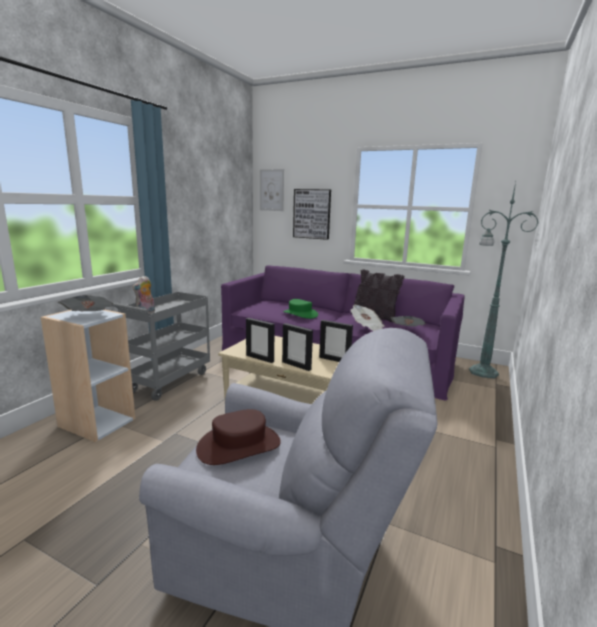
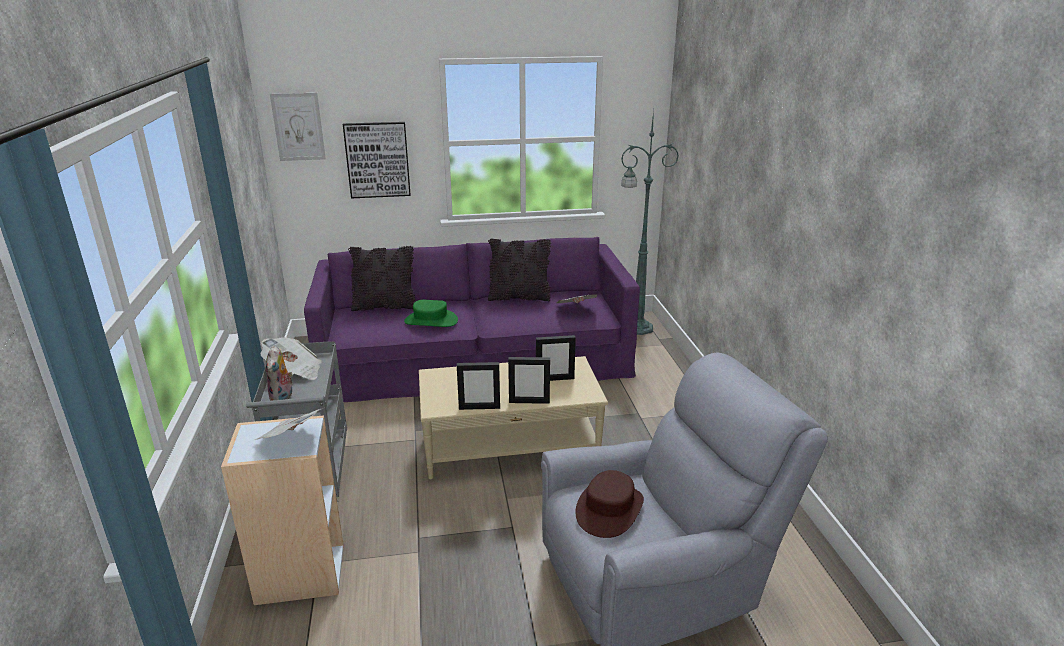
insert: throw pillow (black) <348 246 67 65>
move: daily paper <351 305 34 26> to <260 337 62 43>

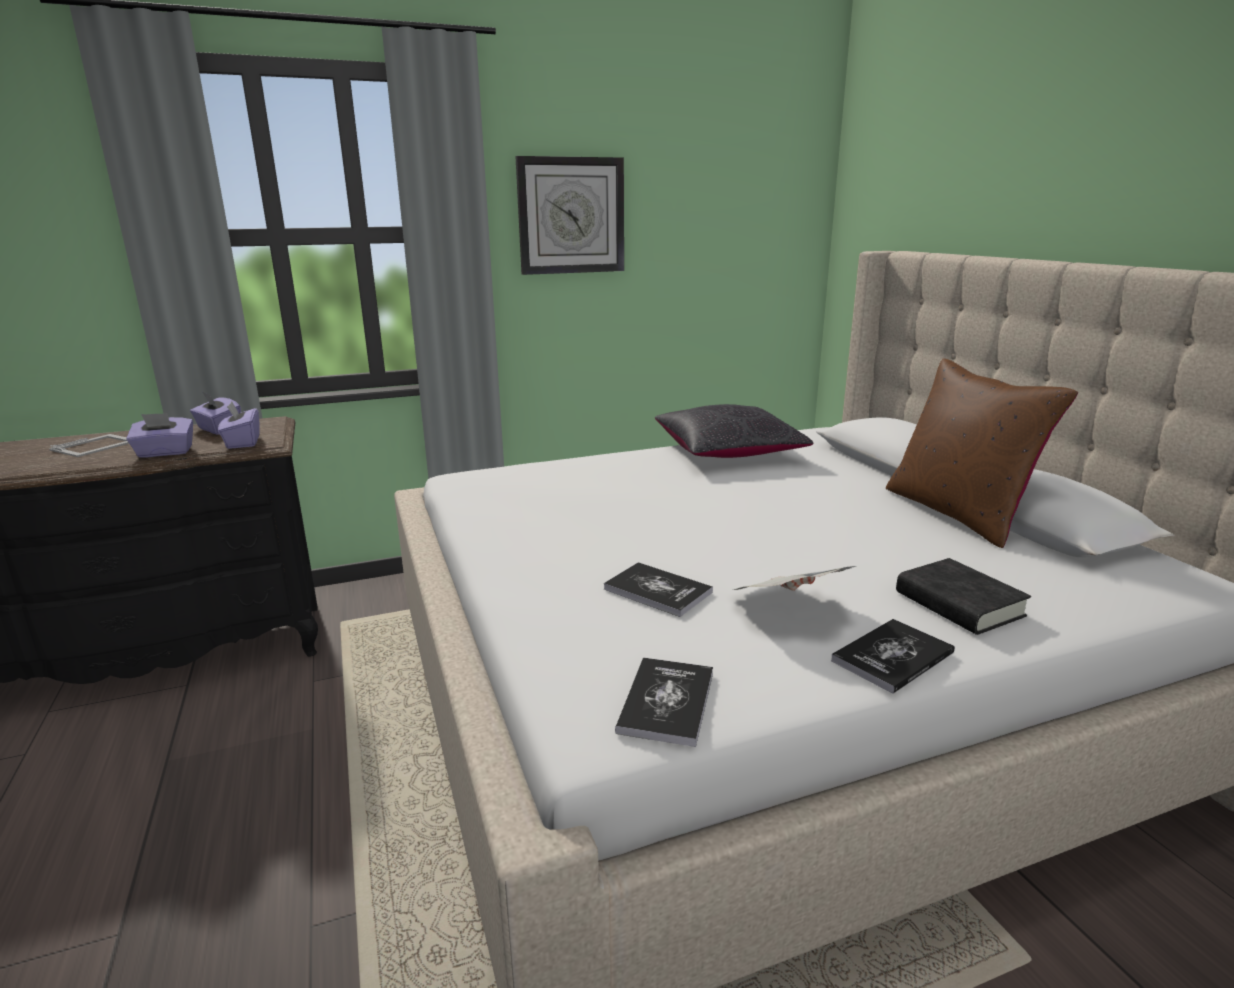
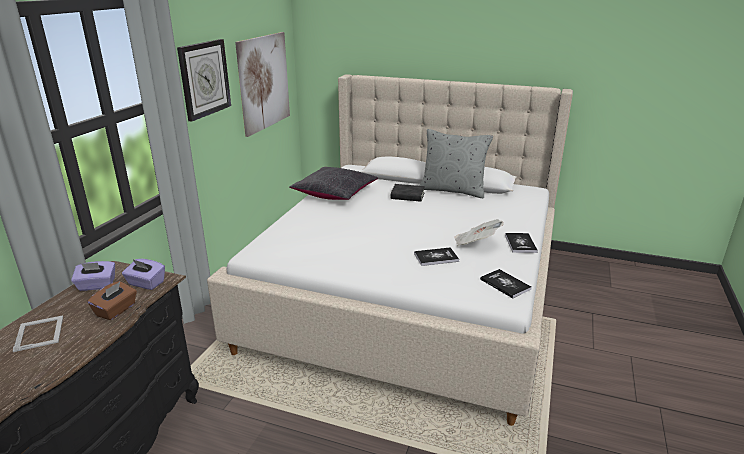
insert: picture <235 32 55 105>
move: volume (black) <896 558 135 77> to <391 184 34 18>
recolor: tissue holder (purple-coloured) <126 413 67 45> to tissue holder (brownish) <88 281 49 39>; throw pillow (brownish) <886 359 192 189> to throw pillow (gray) <420 129 73 69>

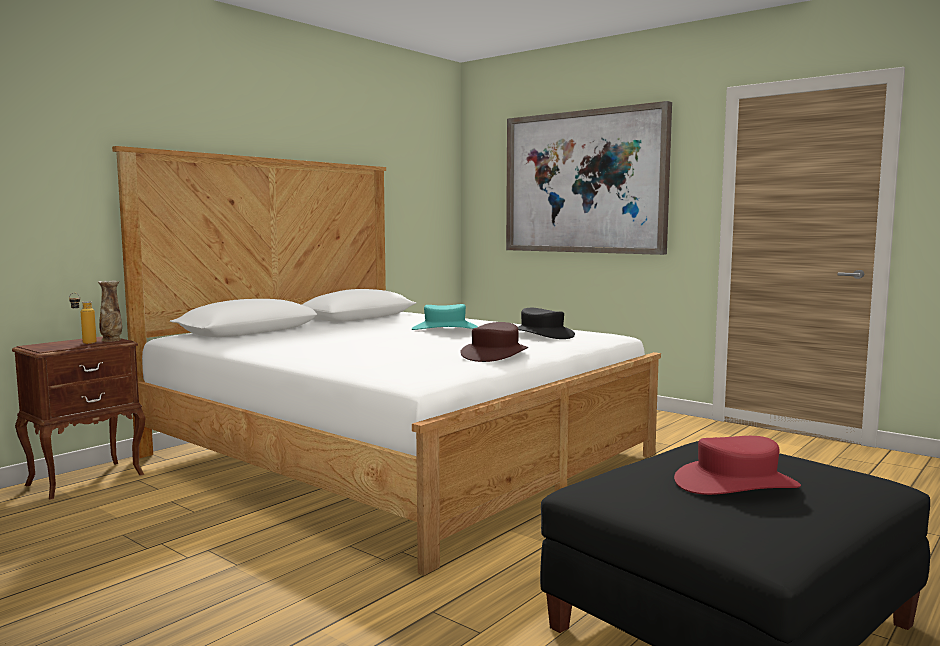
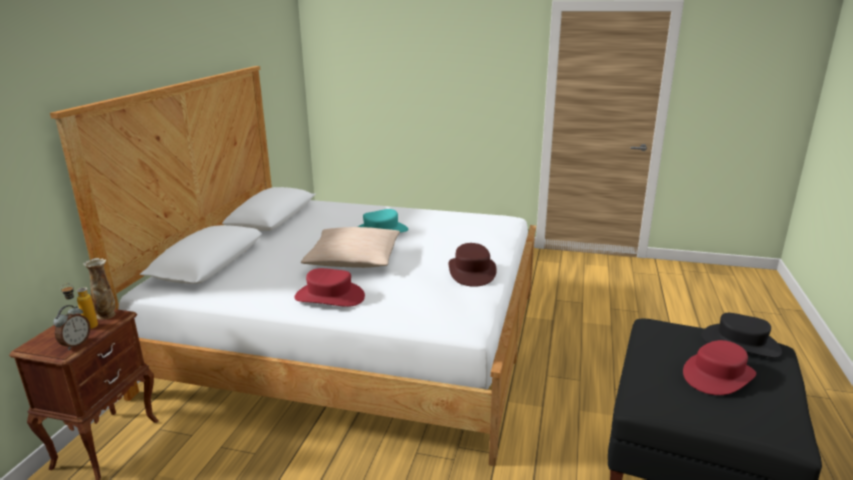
delete: picture <506 101 166 154>
insert: table clock <53 305 38 45>; hat (red-coloured) <294 268 71 39>; throw pillow (beige-coloured) <301 227 99 41>
move: hat (black) <518 308 57 31> to <702 313 80 45>

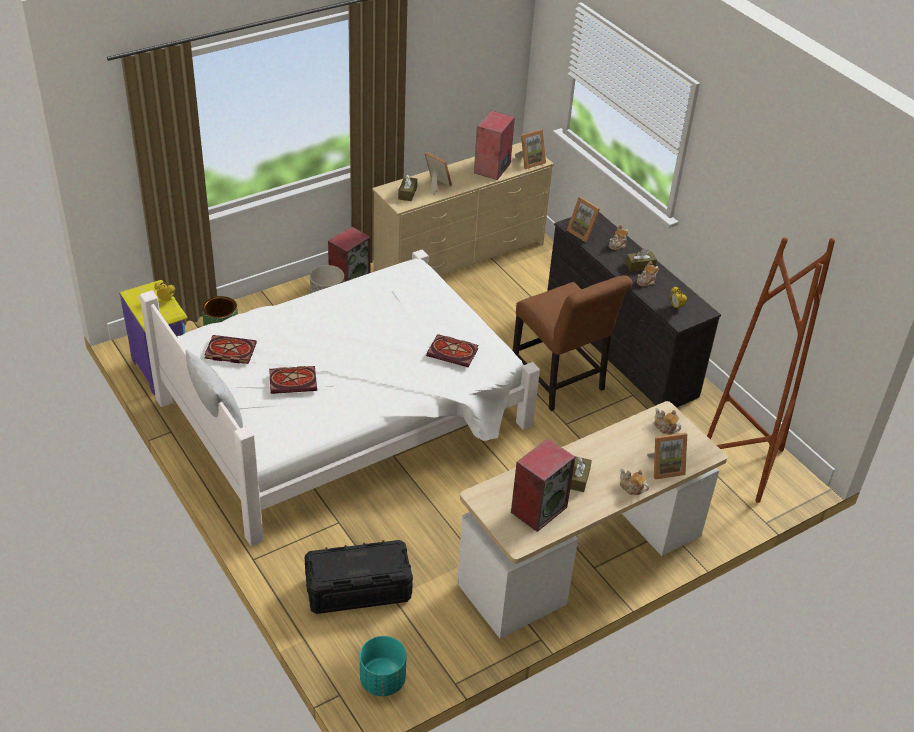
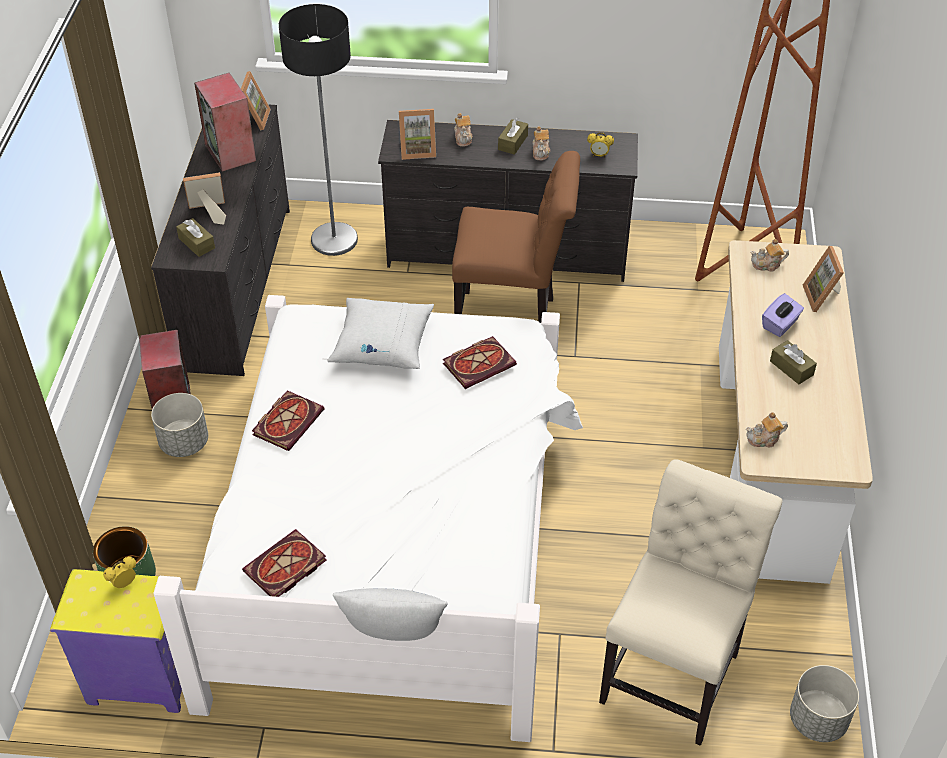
delete: audio speaker <511 438 64 94>
insert: floor lamp <279 4 79 252>; throw pillow (gray) <327 298 107 71>; tissue holder (purple-coloured) <762 293 42 44>
move: volume <269 366 48 28> to <252 390 72 61>; pot for tea <620 469 29 26> to <746 412 42 35>
replace: storage bin (black) <304 540 109 74> to chair (beige-coloured) <599 459 184 287>
recolor: plant pot (blue-green) <360 636 47 60> to plant pot (gray) <790 665 69 77>; drawer chest (beige-coloured) <372 142 182 134> to drawer chest (black) <151 105 139 271>
rotate: picture frame <647 433 40 46> = <803 246 41 66> 150 degrees clockwise

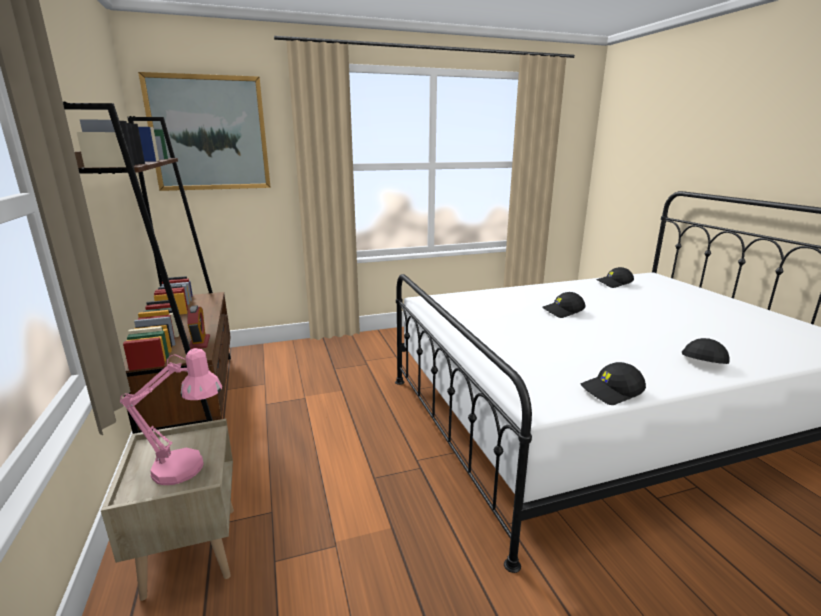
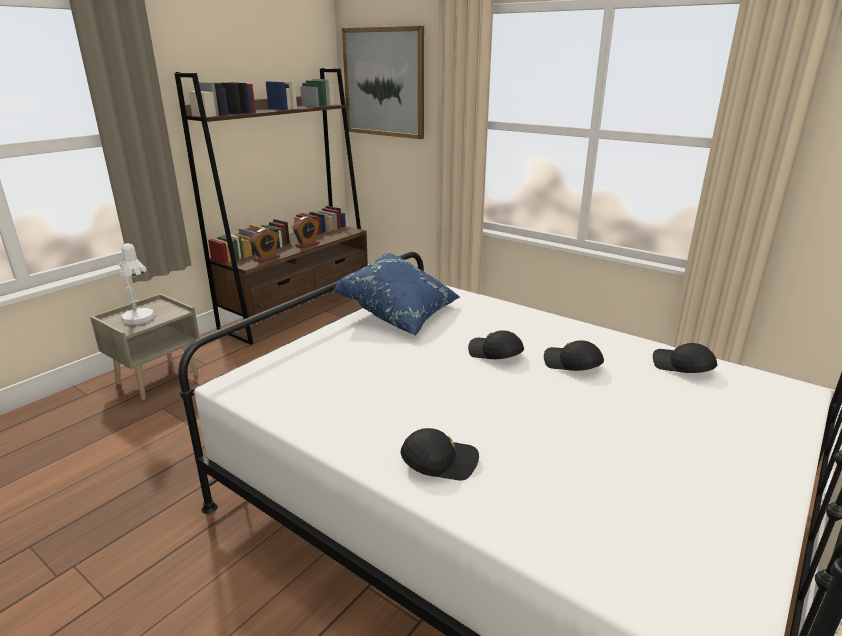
insert: table clock <292 216 28 32>; throw pillow (blue-coloured) <333 253 127 83>
move: cap (black) <580 362 66 43> to <544 340 60 31>
recolor: table lamp (pinkish) <120 348 102 137> to table lamp (white-coloured) <118 243 37 82>

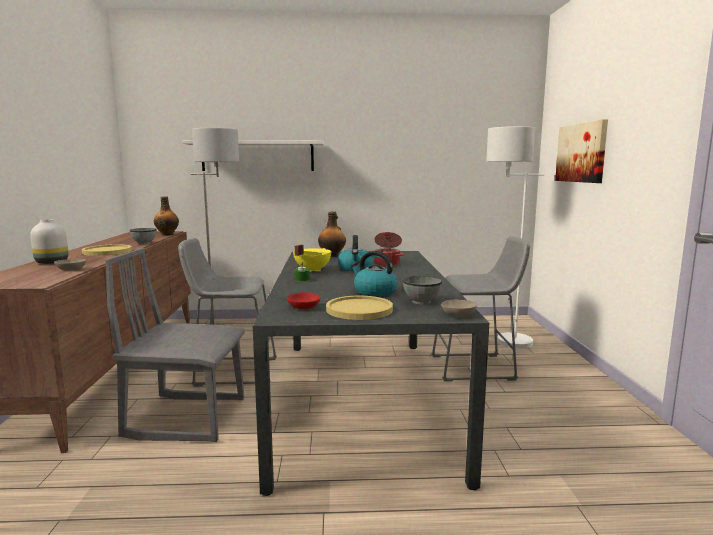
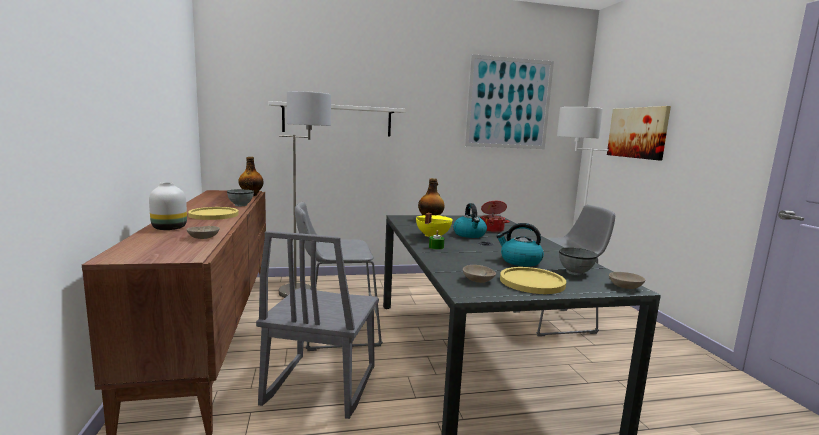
insert: picture <465 54 89 95>
recolor: bowl (red-coloured) <287 292 34 17> to bowl (beige-coloured) <463 265 33 18>
rotate: chair (gray) <105 248 140 194> = <256 231 123 188> 75 degrees counterclockwise

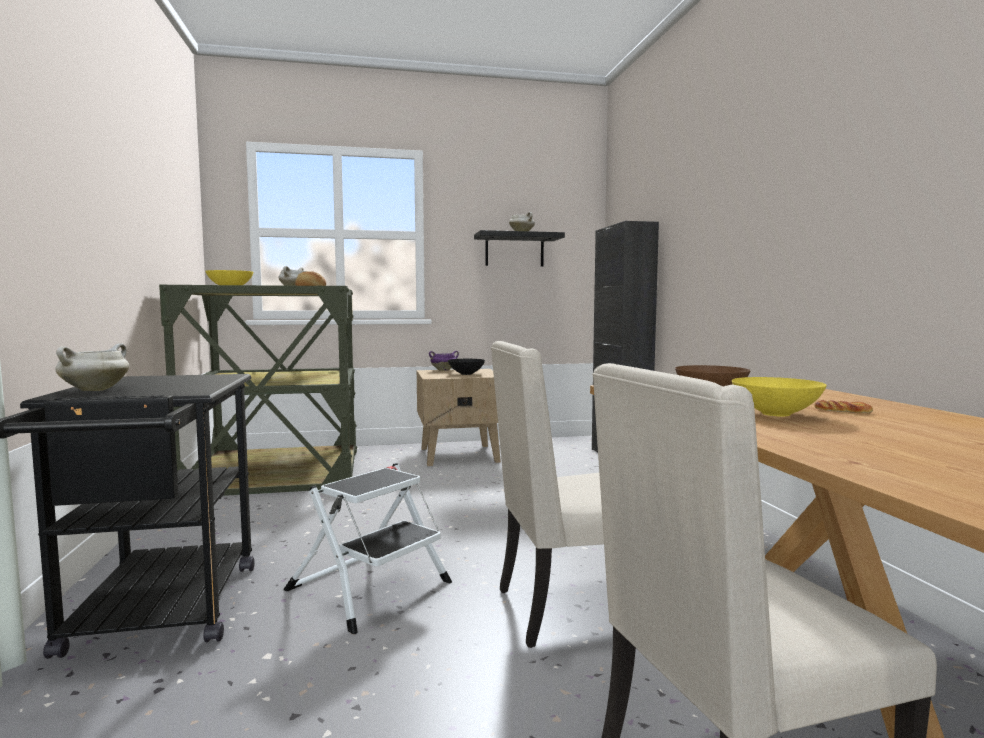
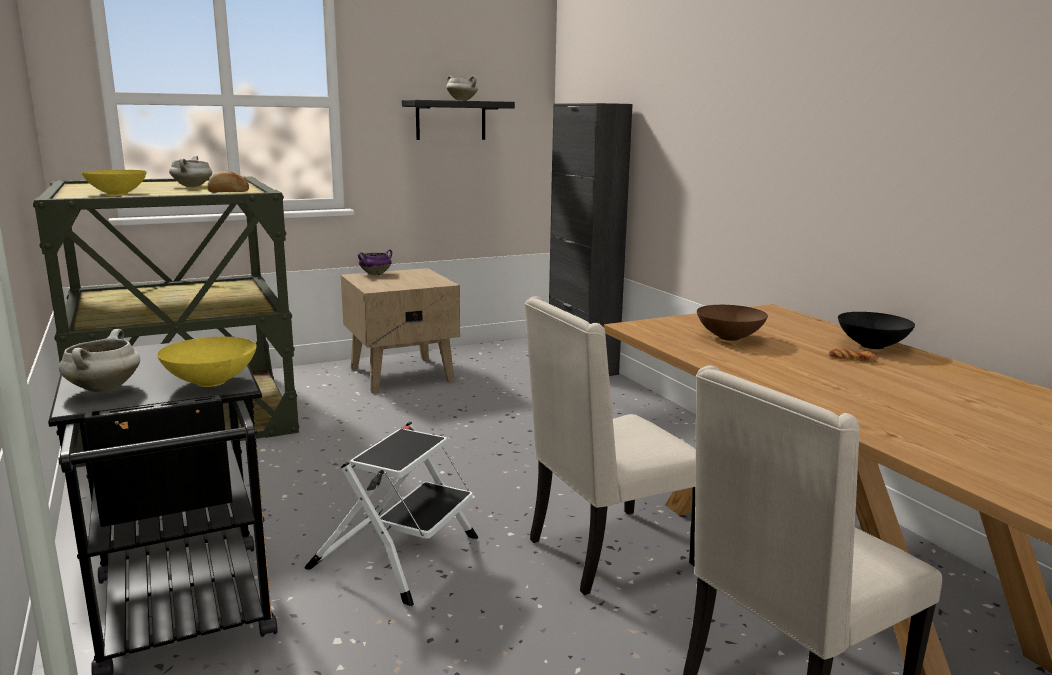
move: bowl (black) <448 359 37 16> to <838 312 77 37>; bowl (yellow) <732 377 95 40> to <157 337 100 50>

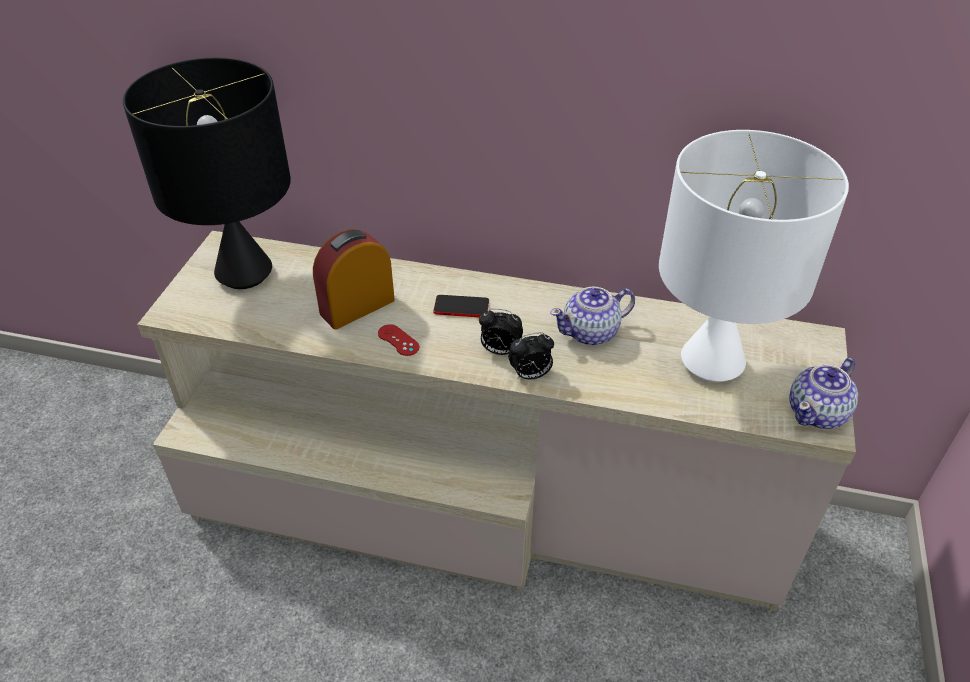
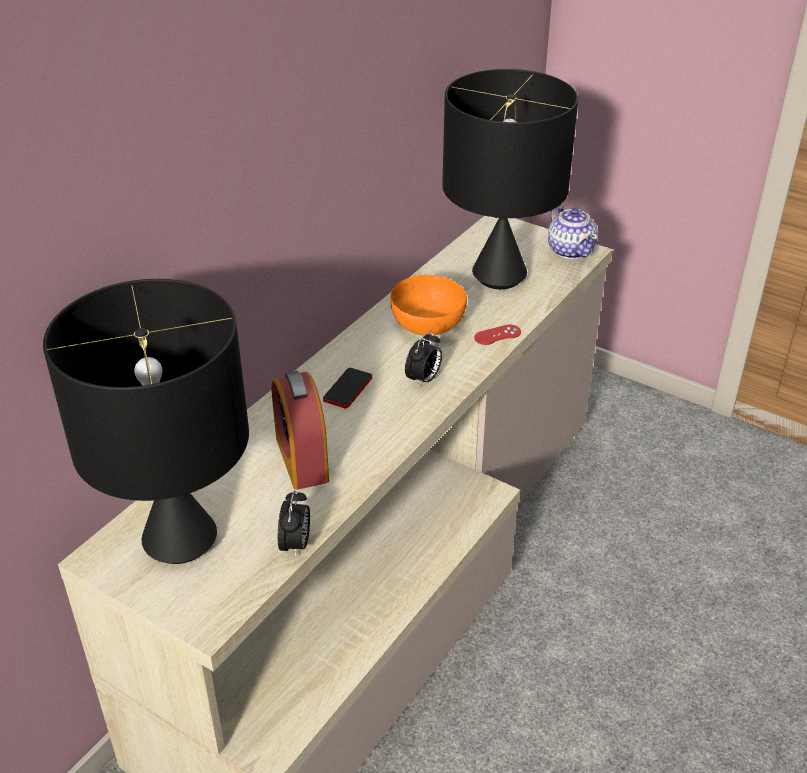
move: joypad (red-coloured) <378 324 41 32> to <474 325 47 20>; table clock <508 332 46 48> to <278 490 32 68>
replace: pot for tea <550 287 85 58> to bowl (orange-coloured) <390 275 77 60>
recolor: table lamp (white-coloured) <659 130 190 252> to table lamp (black) <442 69 136 220>

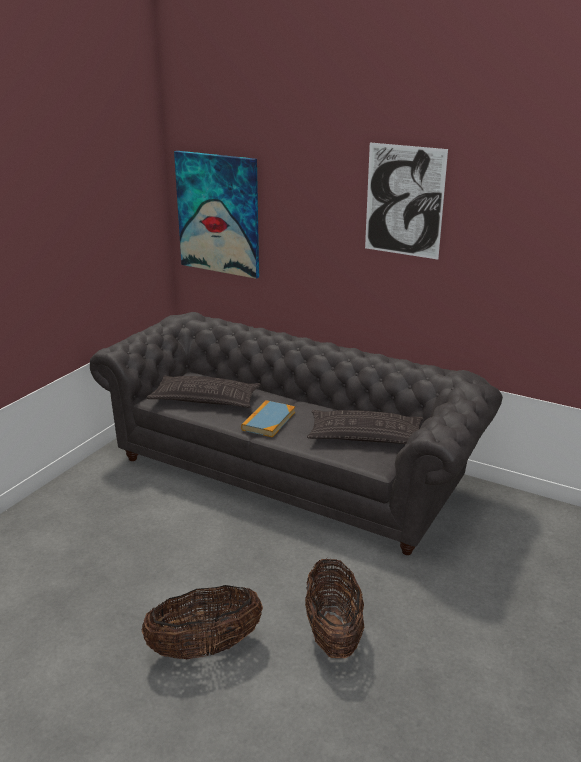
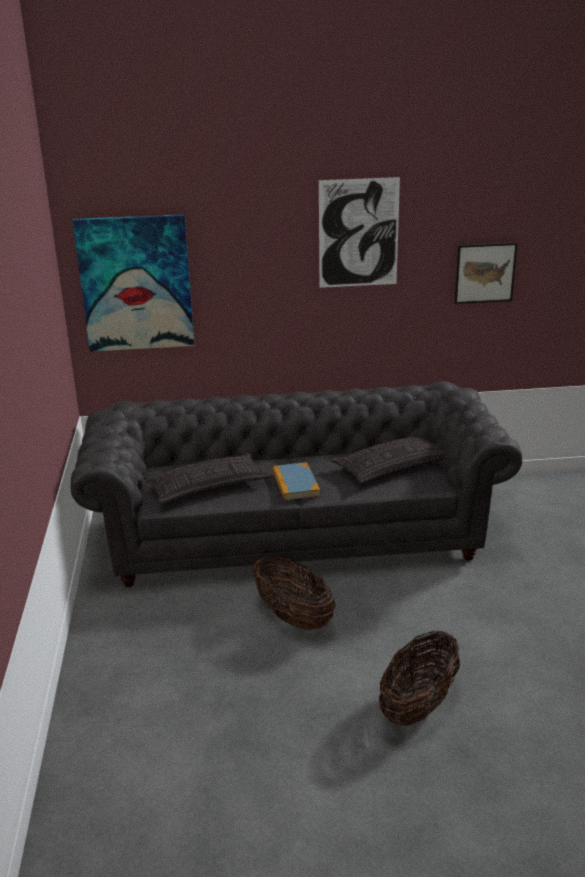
insert: picture <455 243 63 61>
move: household basket <305 558 59 100> to <253 555 83 75>

